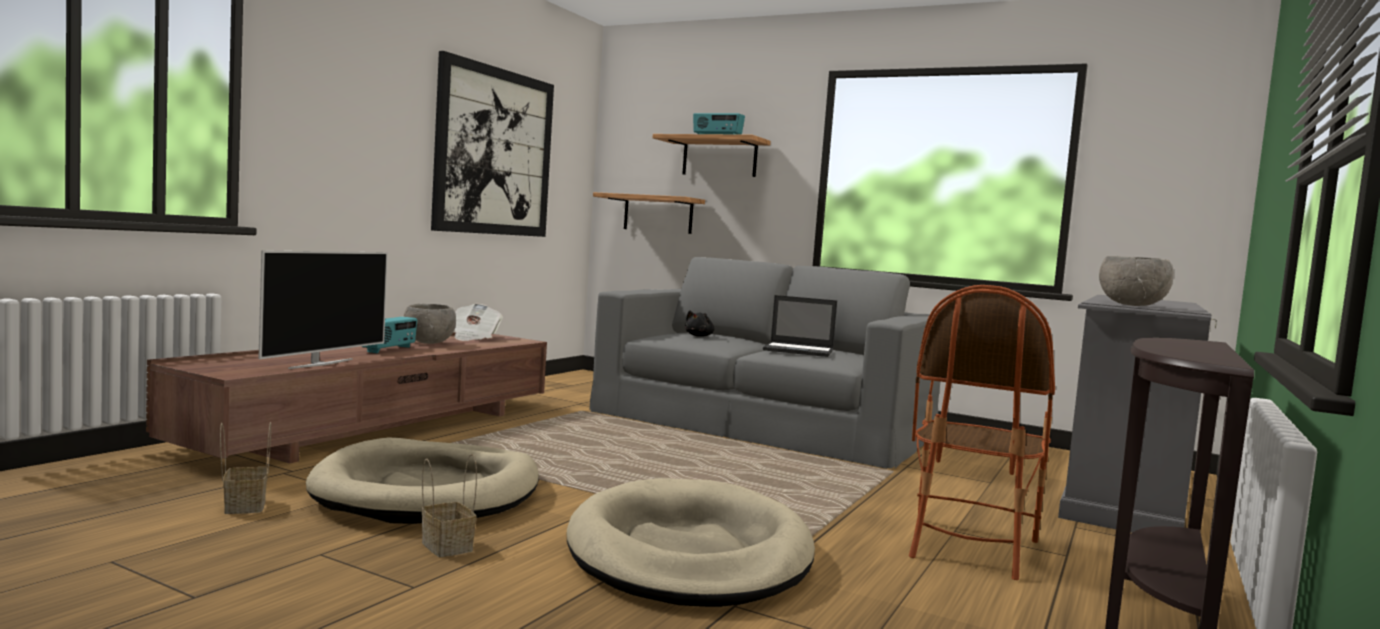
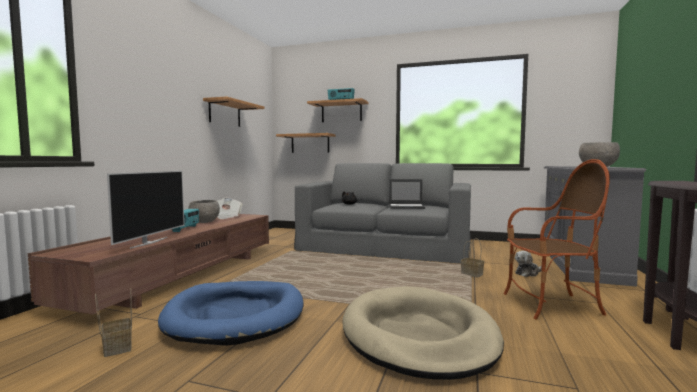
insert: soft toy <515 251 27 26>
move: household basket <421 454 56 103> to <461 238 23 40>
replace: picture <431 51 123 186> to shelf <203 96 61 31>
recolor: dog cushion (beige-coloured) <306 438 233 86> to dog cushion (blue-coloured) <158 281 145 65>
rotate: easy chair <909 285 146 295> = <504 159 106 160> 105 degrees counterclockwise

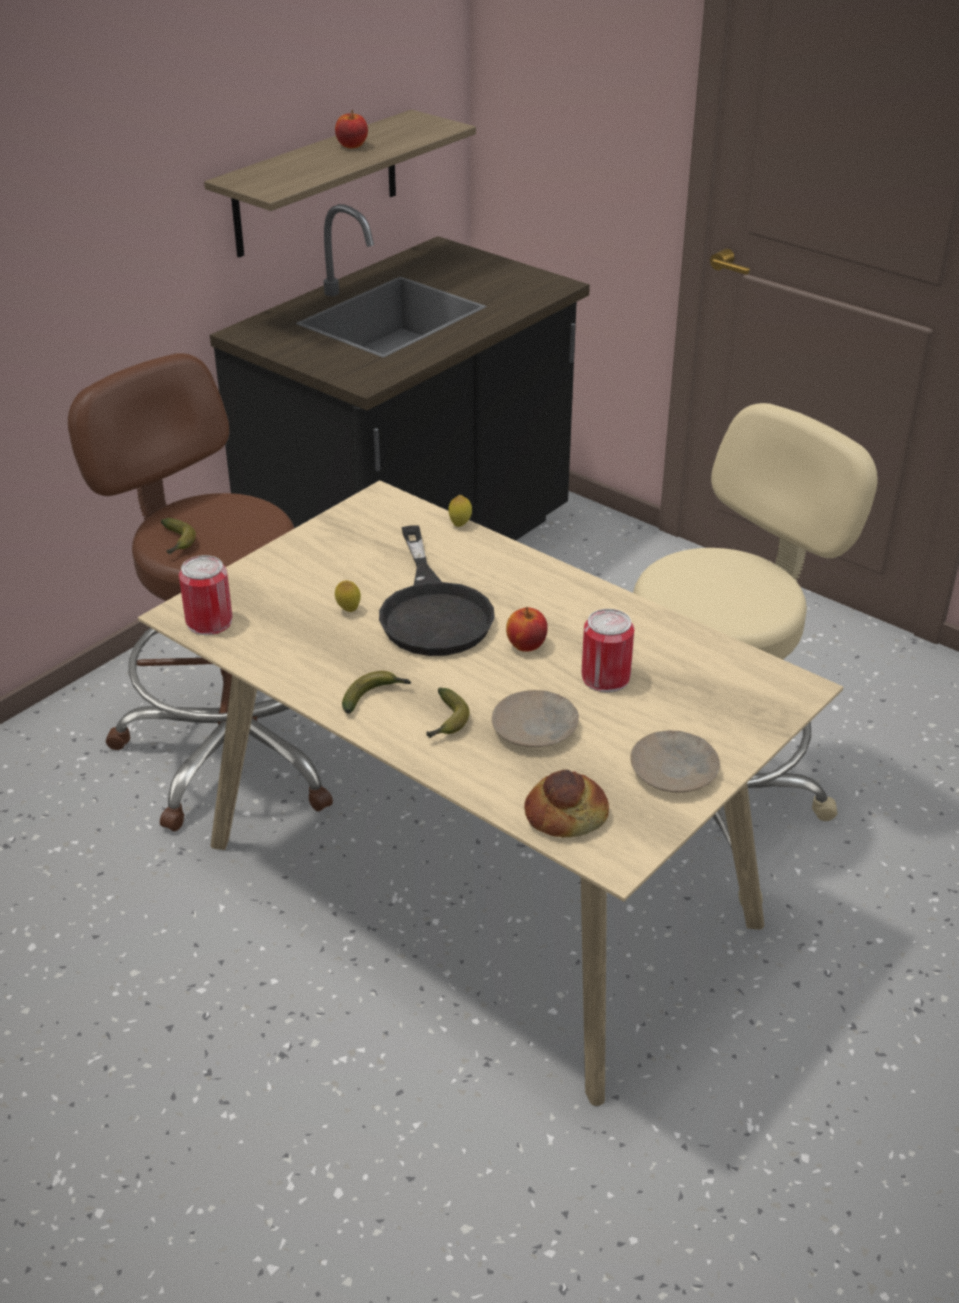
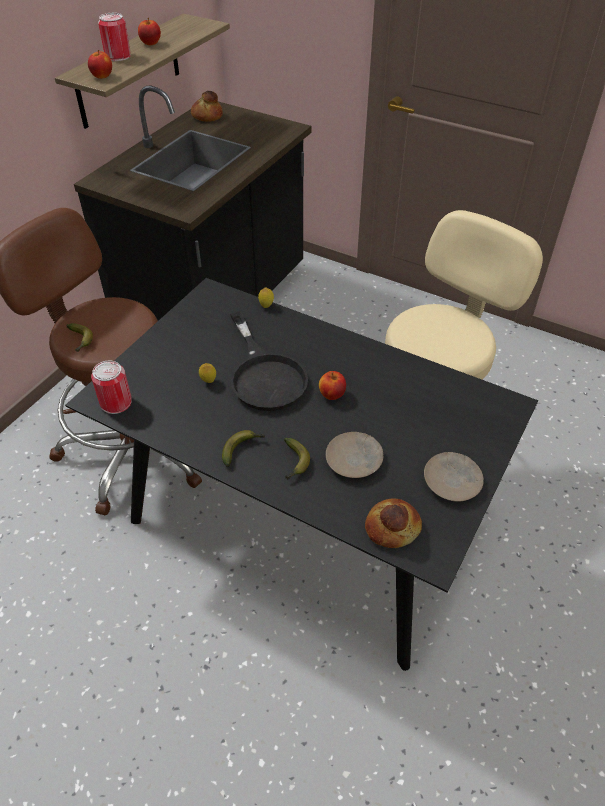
insert: apple fruit <88 50 24 29>; baked bread <191 91 32 31>
move: can <582 609 52 83> to <98 13 33 48>
recolor: dining table (beige-coloured) <138 480 705 626> to dining table (black) <65 278 473 393>

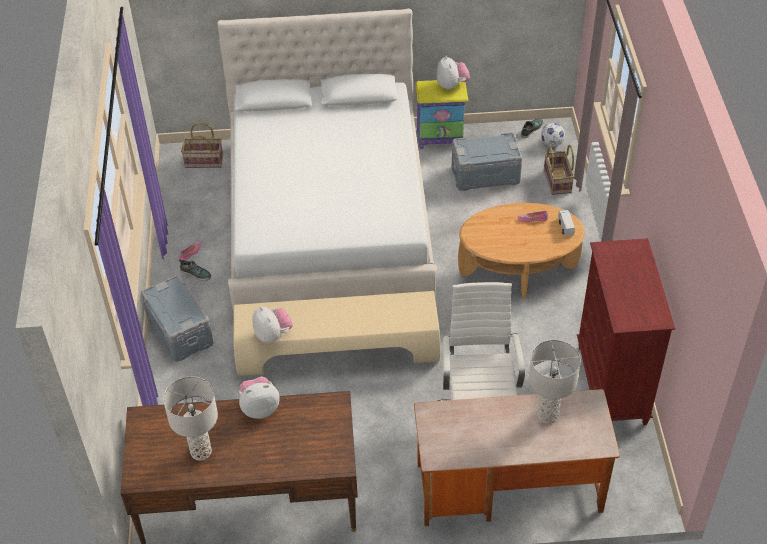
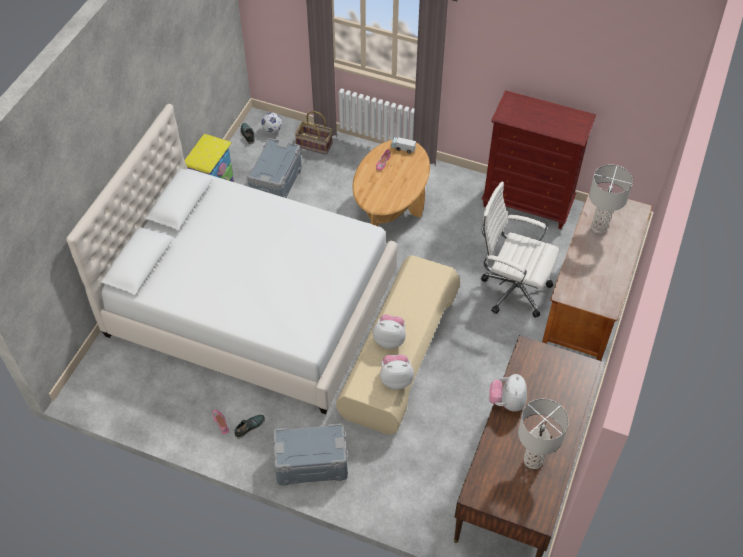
delete: household basket <181 122 42 46>
move: soft toy <436 56 34 34> to <373 314 33 35>

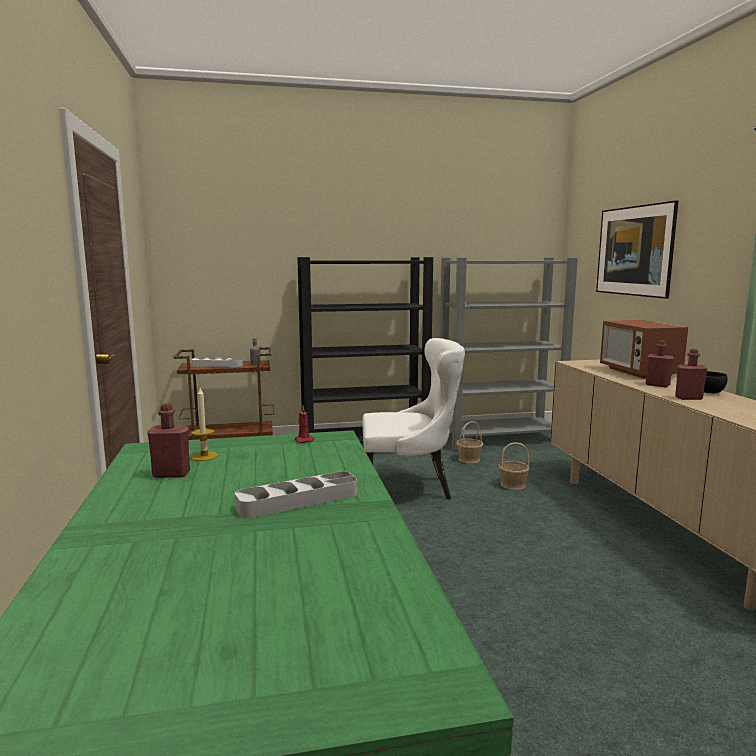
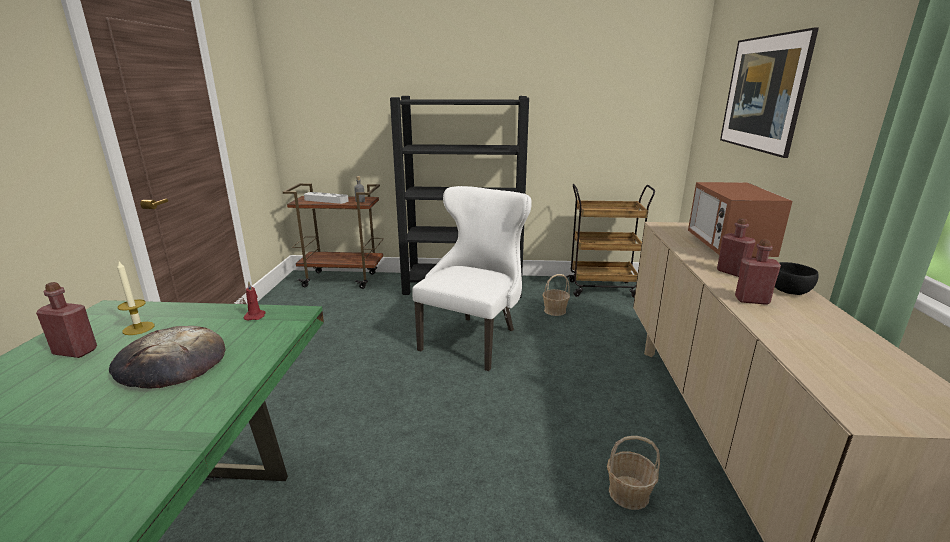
delete: serving tray (gray) <235 471 122 47>
insert: baked bread <109 326 117 63>
move: household basket <498 442 31 48> to <607 436 53 74>
replace: shelving unit (gray) <440 257 138 194> to cart (brownish) <566 184 89 114>
rotate: chair (white-coloured) <362 338 103 161> = <413 186 119 185> 75 degrees counterclockwise

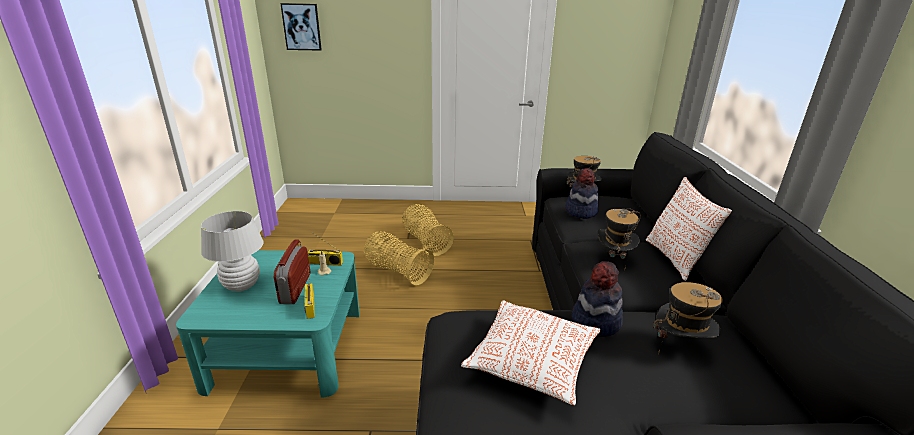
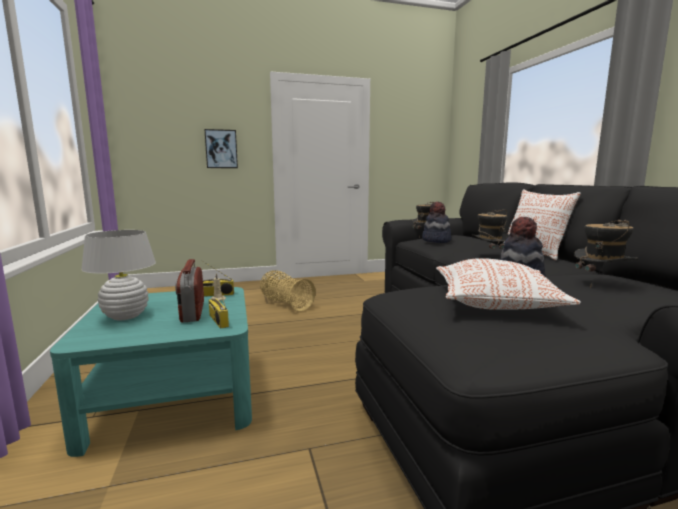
delete: household basket <364 231 70 54>
move: picture <280 3 42 48> to <204 129 34 39>

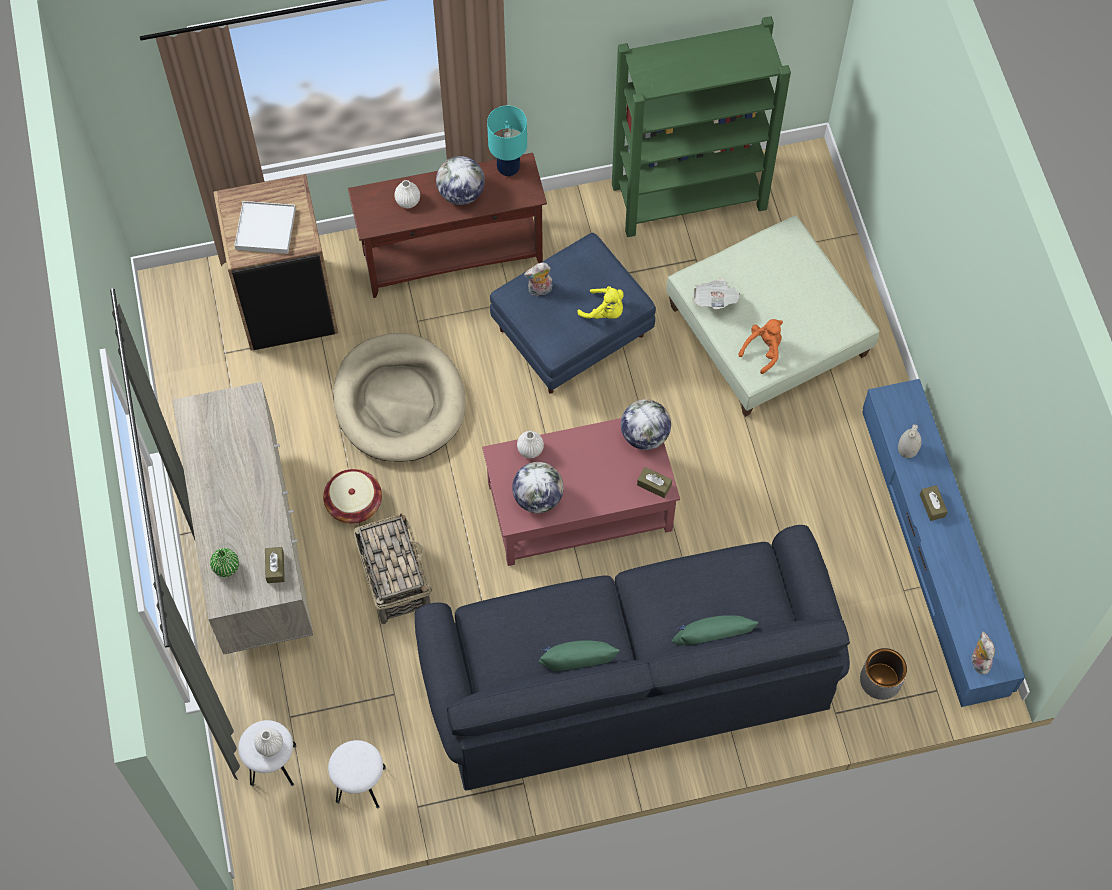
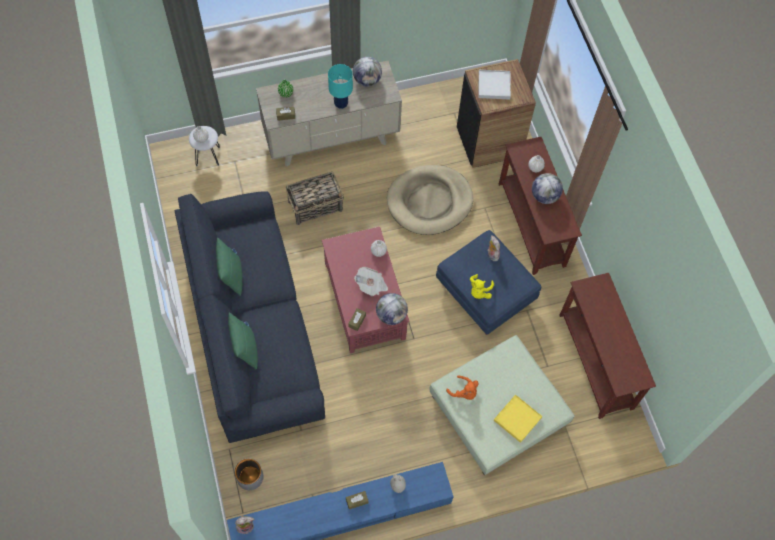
delete: household basket <323 469 59 55>; stool (white-coloured) <328 740 58 68>
insert: serving tray (yellow) <494 394 48 49>
move: table lamp (blue-green) <487 106 40 70> to <328 64 25 45>; world globe <512 462 52 51> to <353 57 29 29>; daily paper <692 278 49 31> to <354 267 34 29>
replace: shelving unit (greenish) <612 16 179 221> to hall table (brownish) <559 273 97 146>

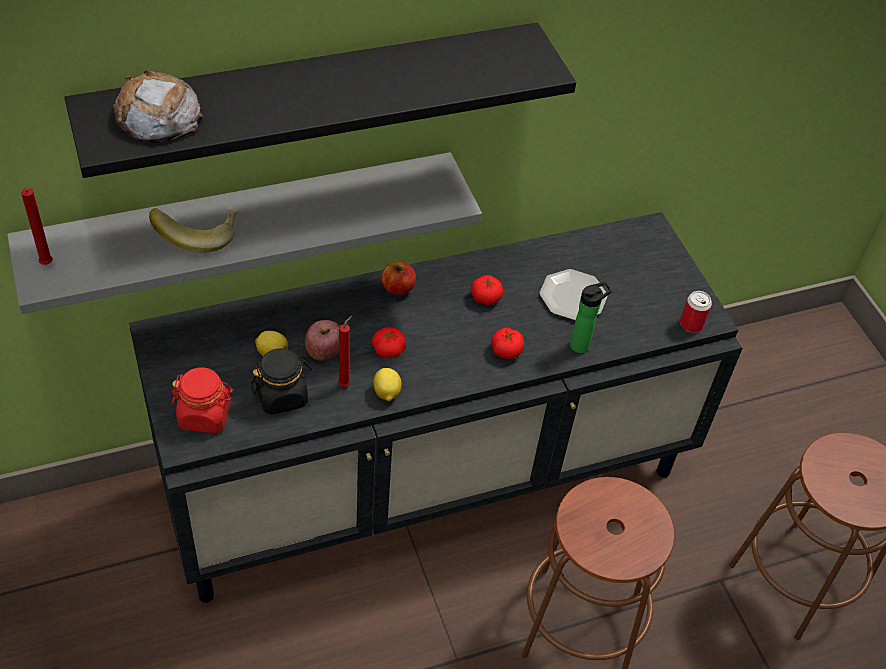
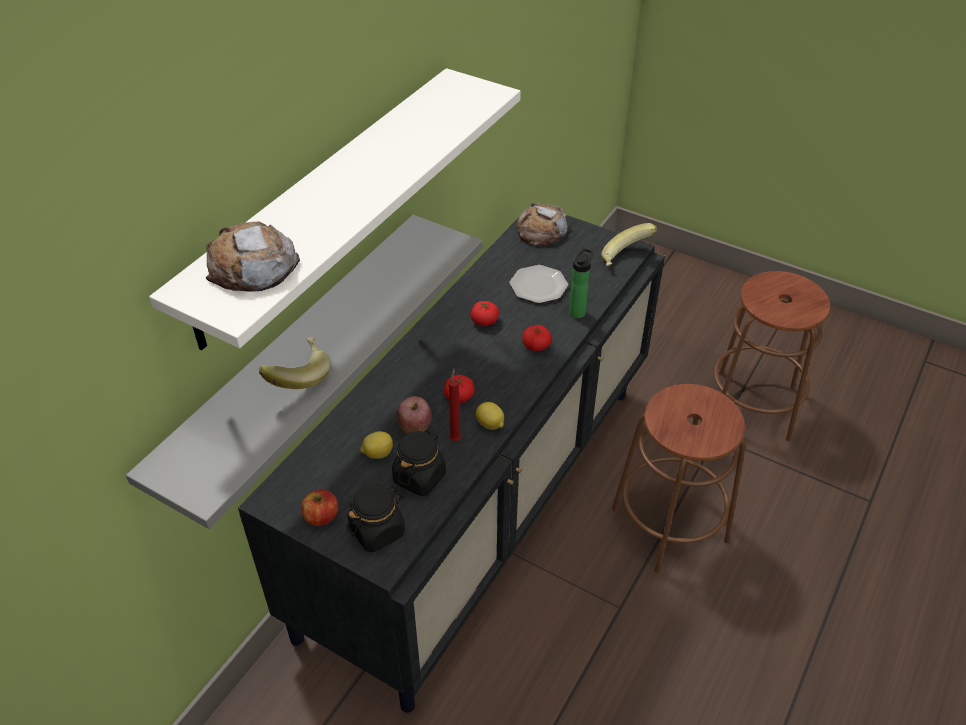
delete: candle (red-coloured) <21 188 32 77>
insert: baked bread <516 204 52 43>
move: apple fruit <382 262 34 33> to <301 490 37 36>
replace: can <680 291 32 42> to banana <601 223 56 43>
recolor: shelf (black) <64 23 512 155> to shelf (white-coloured) <149 68 372 282>; preserve jar (red-coloured) <171 367 63 66> to preserve jar (black) <347 484 58 68>

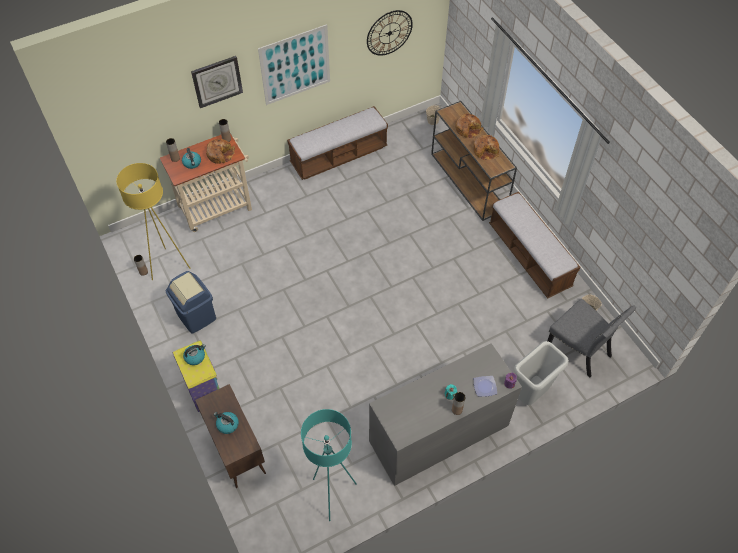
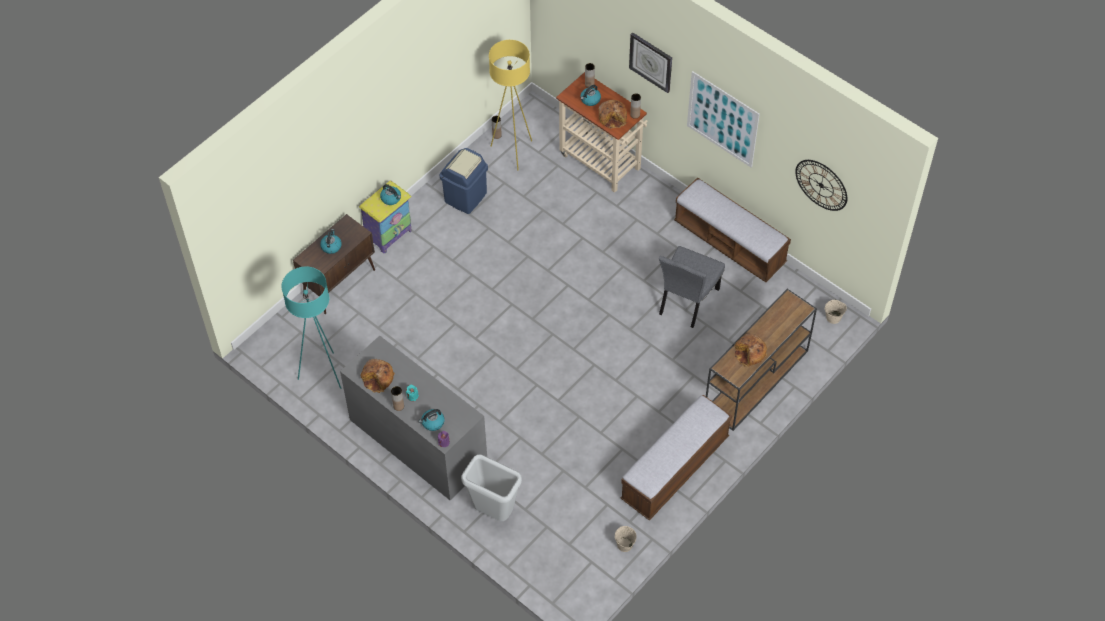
move: baked bread <455 114 29 24> to <360 359 35 34>; chair (gray) <547 299 89 78> to <659 246 66 82>
replace: dinner plate <474 376 23 21> to tea kettle <419 409 26 22>

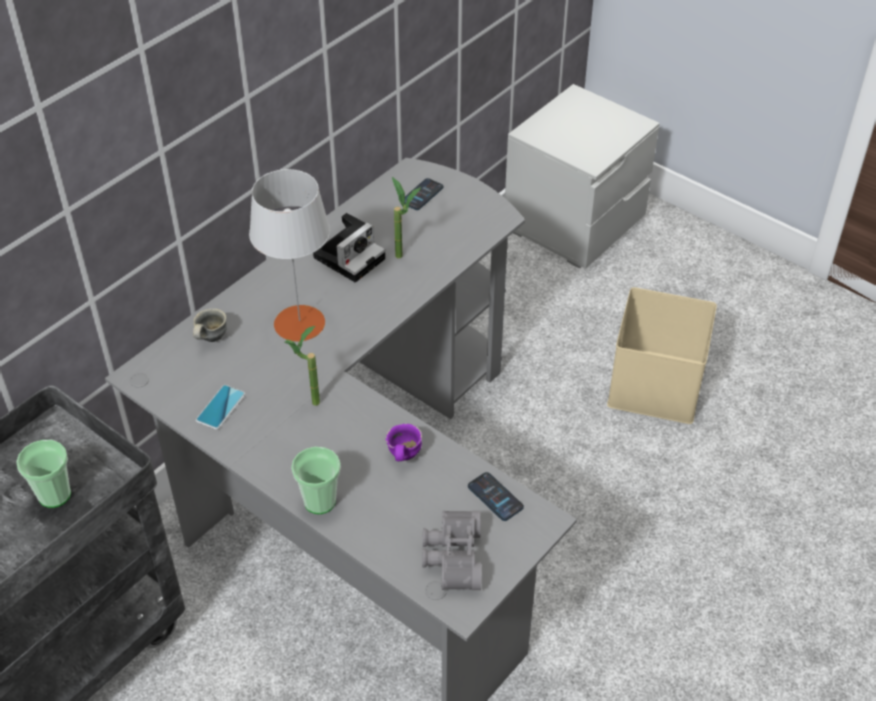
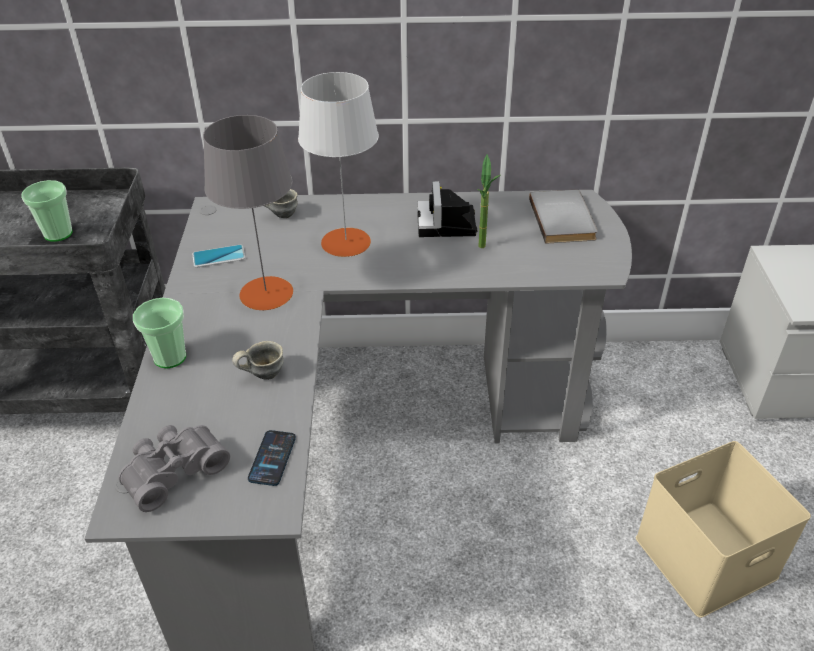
replace: plant in a pot <284 326 36 80> to table lamp (gray) <203 115 90 196>; handset <404 178 40 32> to volume (gray) <529 190 69 54>
recolor: mug (purple-coloured) <386 424 36 37> to mug (gray) <232 341 52 39>
rotate: photo camera <313 213 72 69> = <417 181 60 56> 90 degrees clockwise

